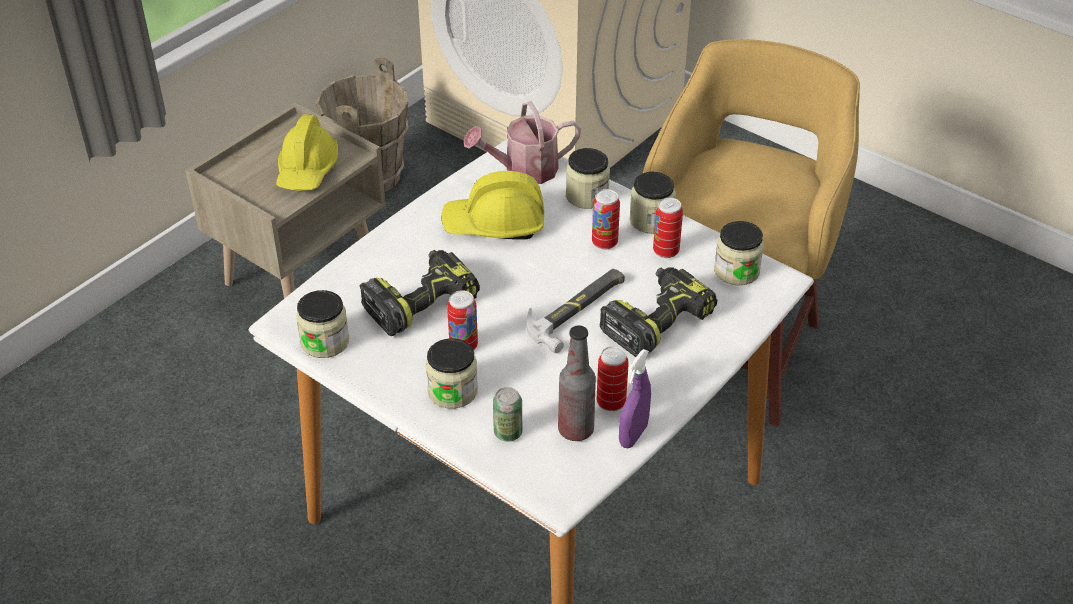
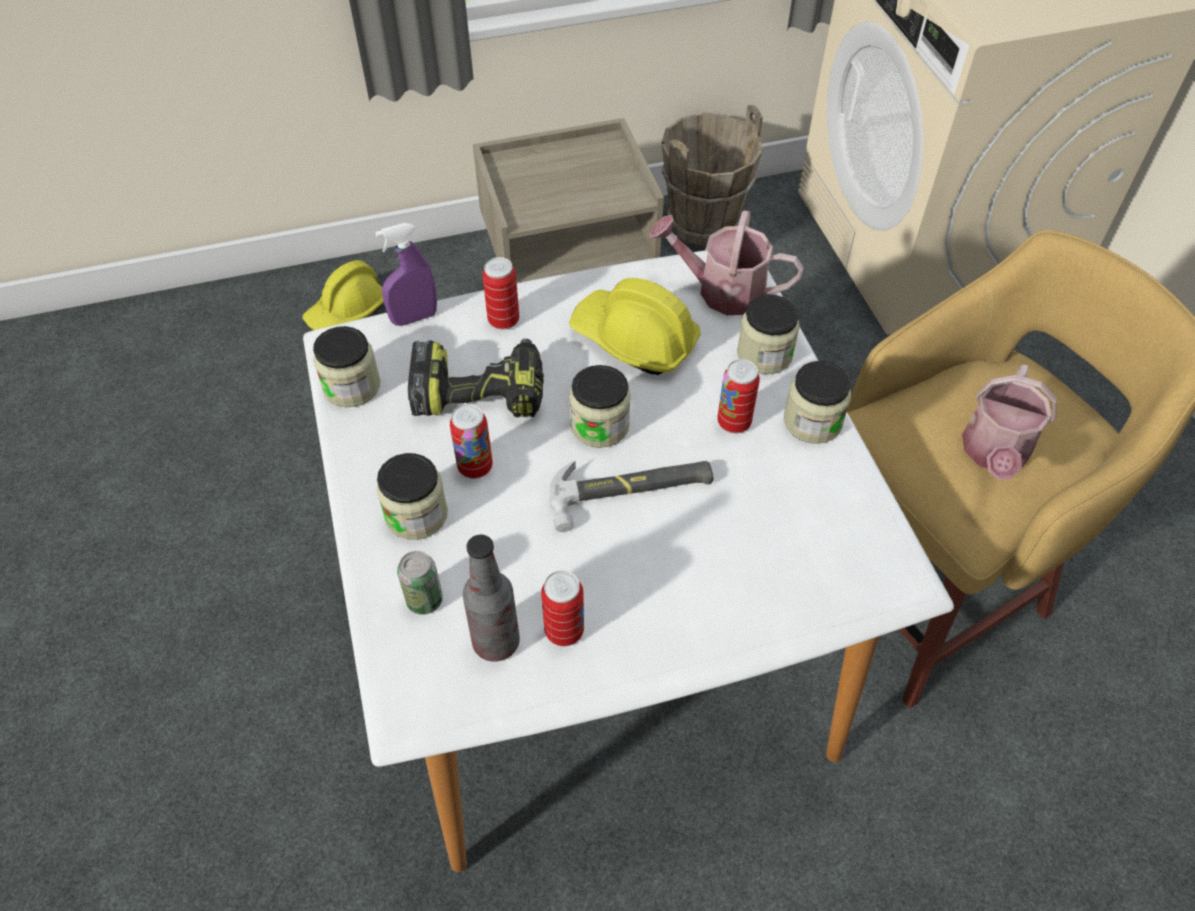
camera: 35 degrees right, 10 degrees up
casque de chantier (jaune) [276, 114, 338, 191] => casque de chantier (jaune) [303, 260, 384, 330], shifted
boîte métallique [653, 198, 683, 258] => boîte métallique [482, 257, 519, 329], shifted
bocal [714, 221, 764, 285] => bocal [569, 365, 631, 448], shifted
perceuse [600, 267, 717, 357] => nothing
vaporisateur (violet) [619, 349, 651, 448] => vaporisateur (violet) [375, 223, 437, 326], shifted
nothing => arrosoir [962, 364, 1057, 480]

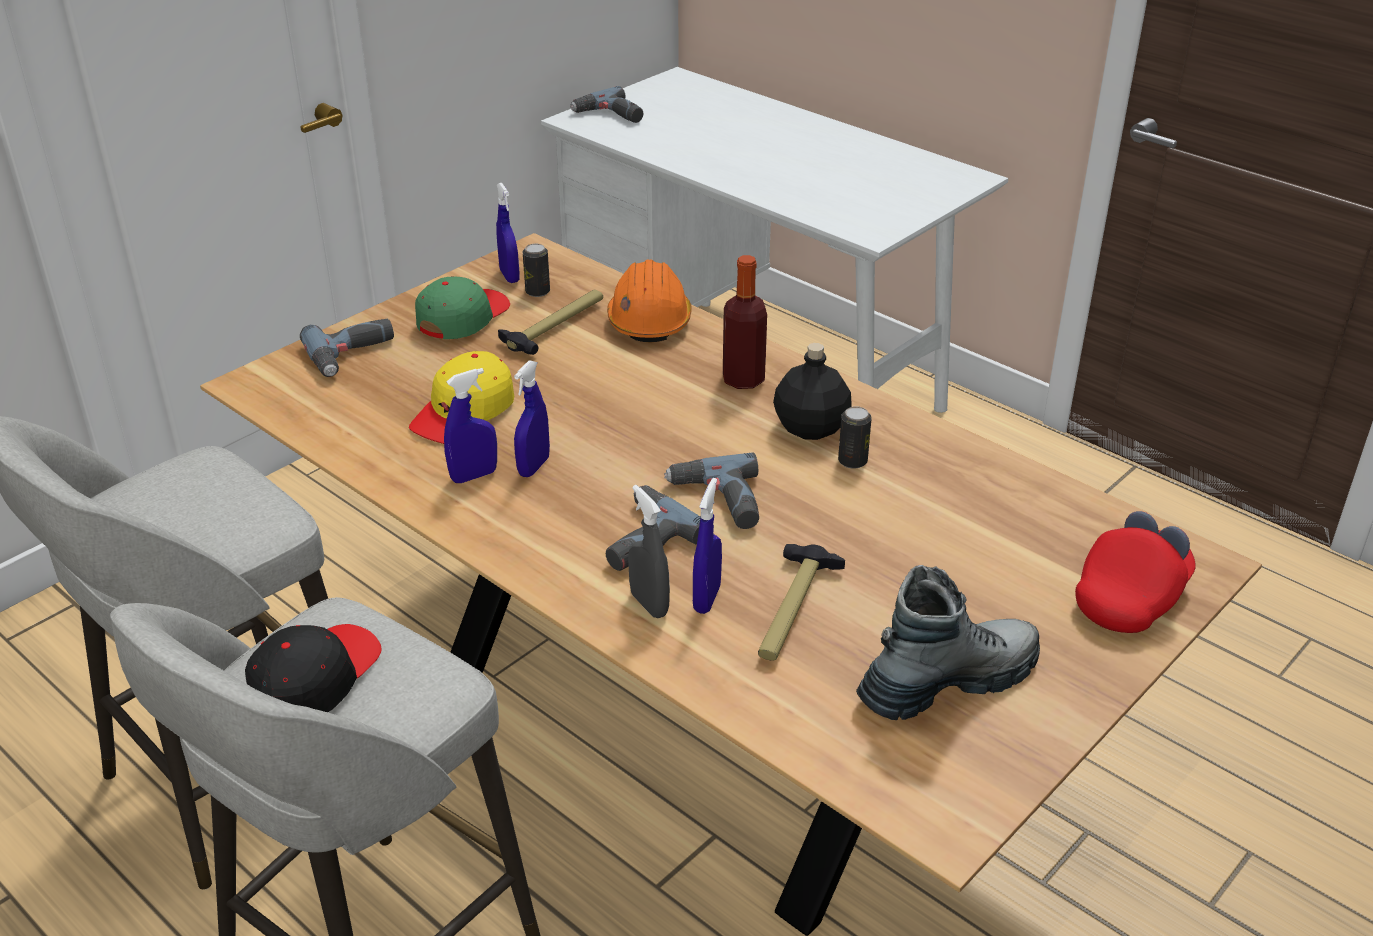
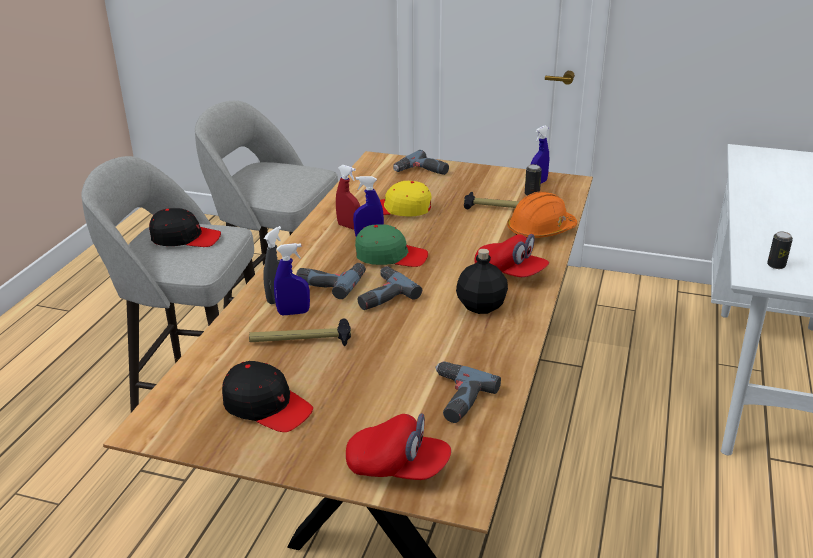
camera: 65 degrees right, 5 degrees down
perceuse [570, 86, 643, 123] => perceuse [435, 361, 501, 423], shifted
bouteille [723, 255, 767, 389] => casquette (rouge) [474, 234, 549, 277]
casquette (vert) [415, 276, 510, 339] => casquette (vert) [355, 224, 428, 267], shifted
vaporisateur (bleu) [444, 368, 497, 483] => vaporisateur (rouge) [336, 165, 360, 229]
boîte métallique [838, 406, 872, 469] => boîte métallique [767, 231, 793, 269], shifted
botte [856, 565, 1040, 720] => casquette (noir) [222, 361, 313, 432]

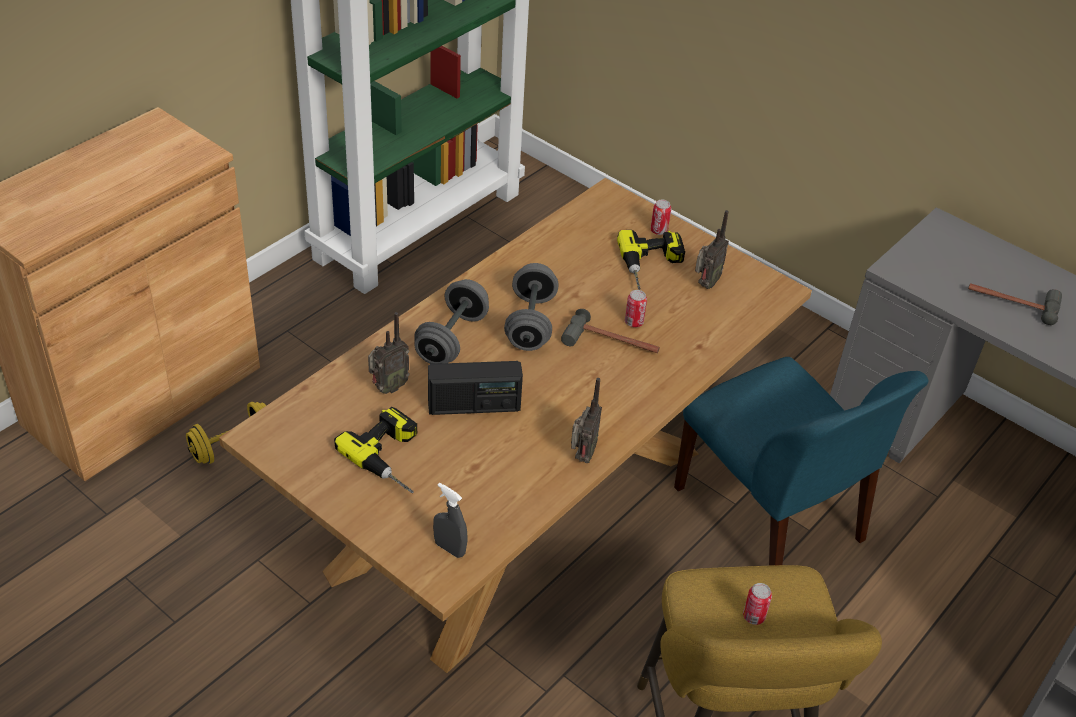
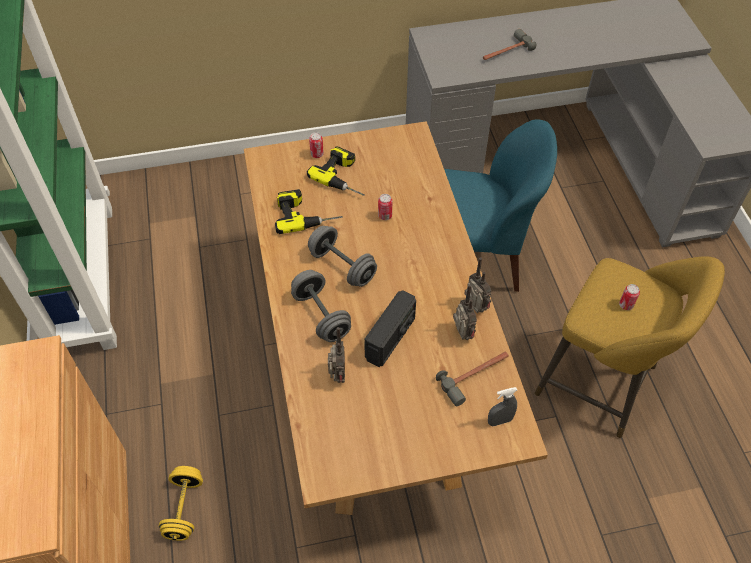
camera: 50 degrees left, 10 degrees up
radio [695, 210, 729, 289] => radio [453, 284, 477, 340], shifted
marteau [561, 309, 660, 353] => marteau [436, 352, 509, 406], shifted
perceuse [334, 407, 417, 493] => perceuse [275, 189, 343, 234], shifted

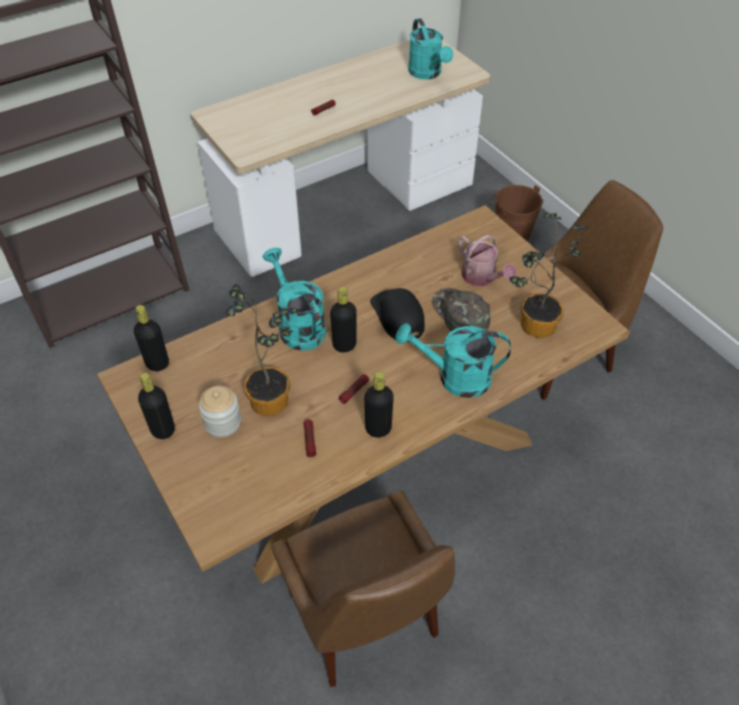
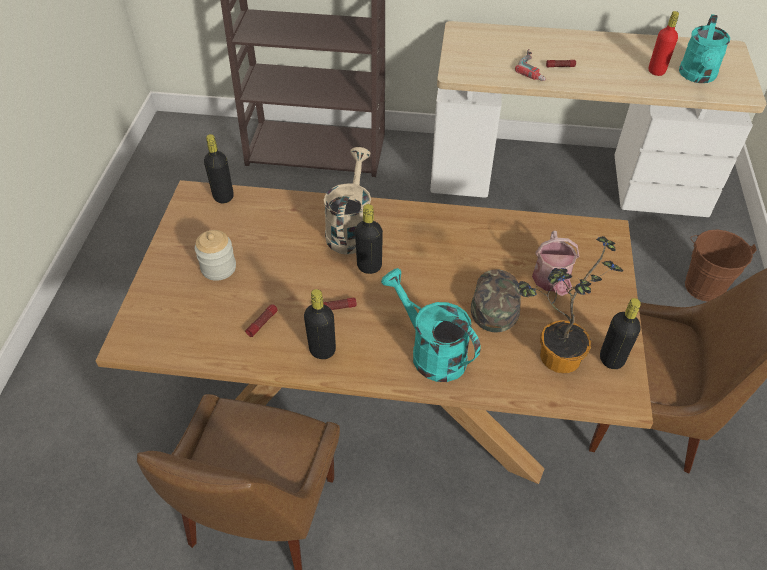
camera: 40 degrees right, 0 degrees up
arrosoir (turquoise) [263, 248, 326, 351] => arrosoir (beige) [324, 147, 371, 255]
plante en pot [225, 284, 300, 416] => nothing
casquette (noir) [370, 288, 425, 342] => nothing
bouteille (noir) [138, 373, 175, 439] => bouteille (noir) [600, 298, 641, 369], shifted
nothing => bouteille (rouge) [649, 11, 679, 76]
nothing => perceuse [515, 49, 546, 81]

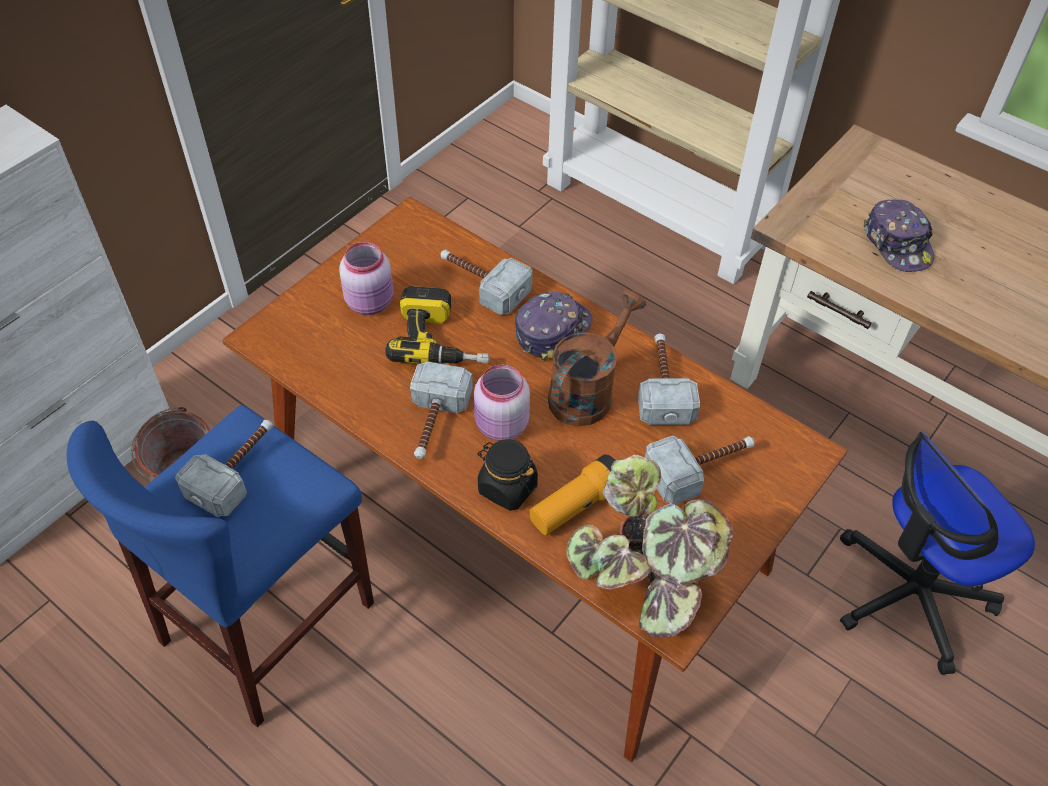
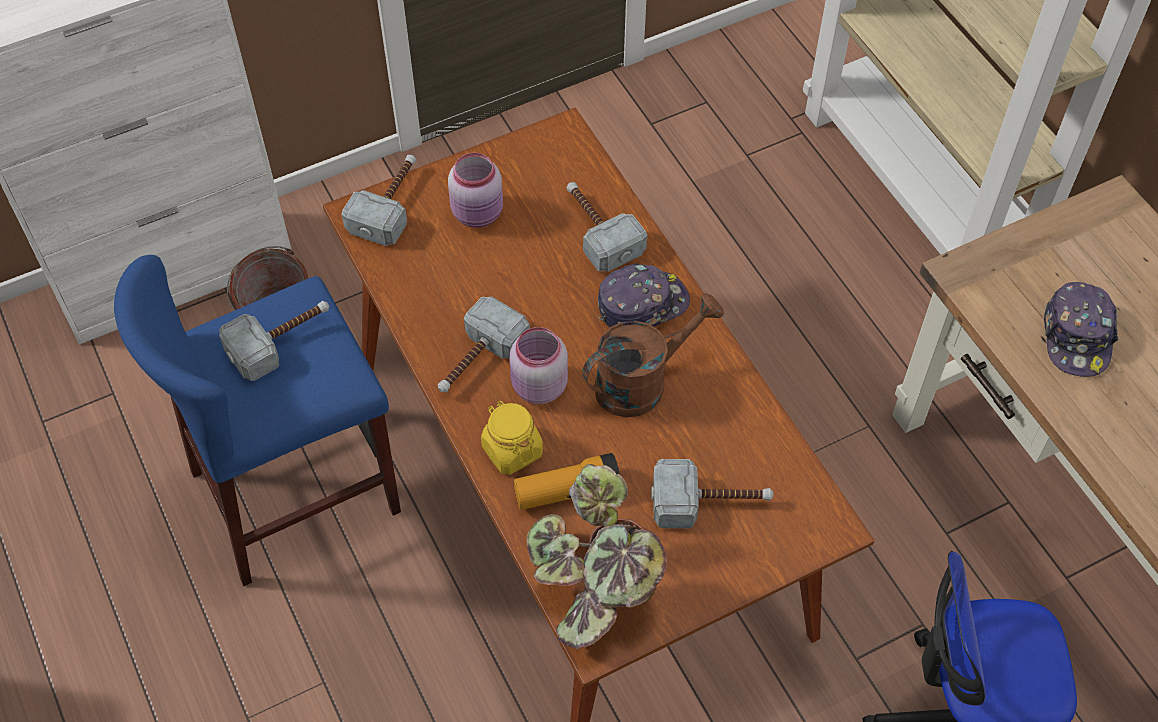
camera: 25 degrees right, 5 degrees up
perceuse [385, 286, 489, 364] => nothing
marteau [638, 334, 700, 425] => marteau [342, 155, 416, 246], shifted
bocal (noir) [477, 439, 538, 511] => bocal (jaune) [481, 401, 543, 475]

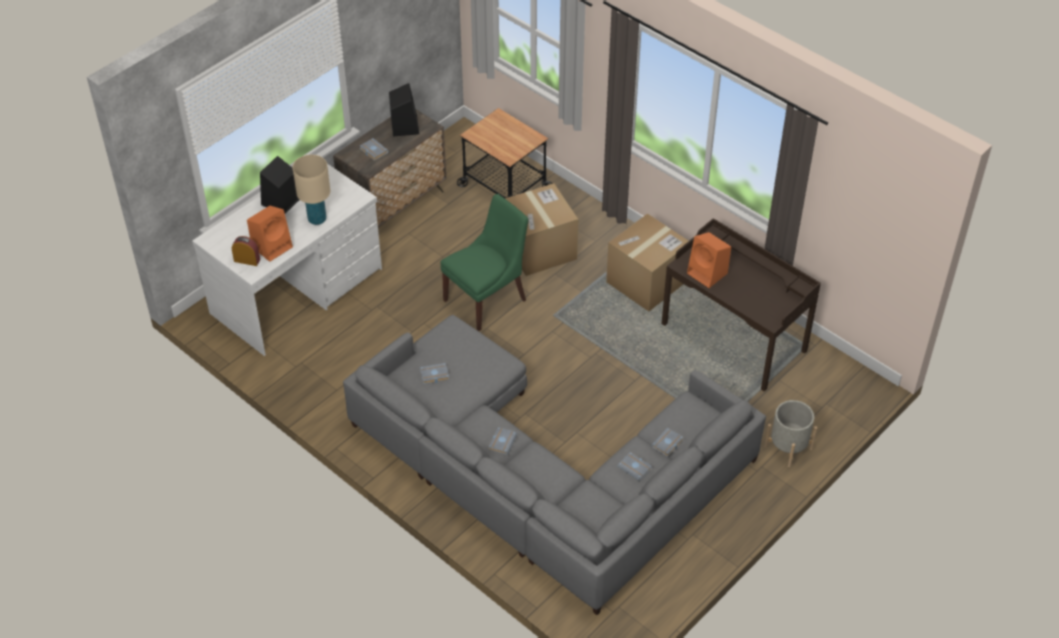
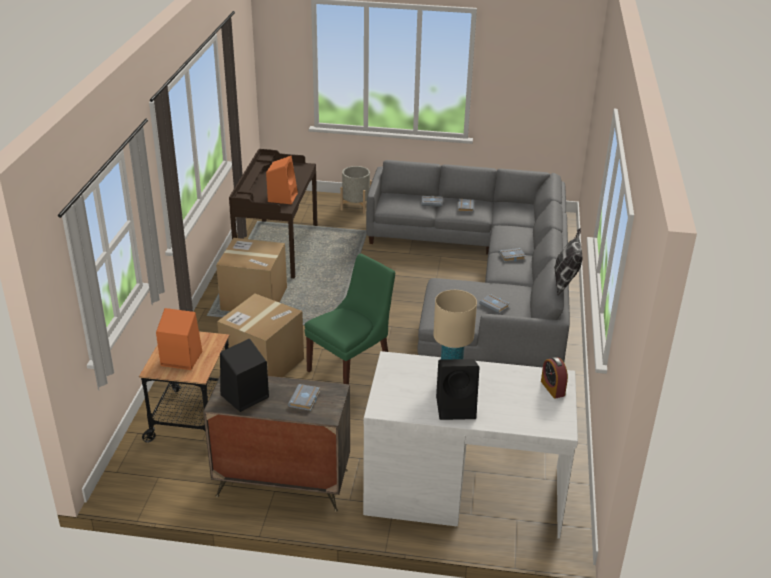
camera: 125 degrees left, 15 degrees down
chaise (vert) [440, 194, 528, 331] => chaise (vert) [305, 254, 395, 384], 120 degrees clockwise
enceinte (orange) [247, 206, 293, 262] => enceinte (orange) [156, 308, 202, 370], shifted
nothing => coussin [554, 228, 583, 295]

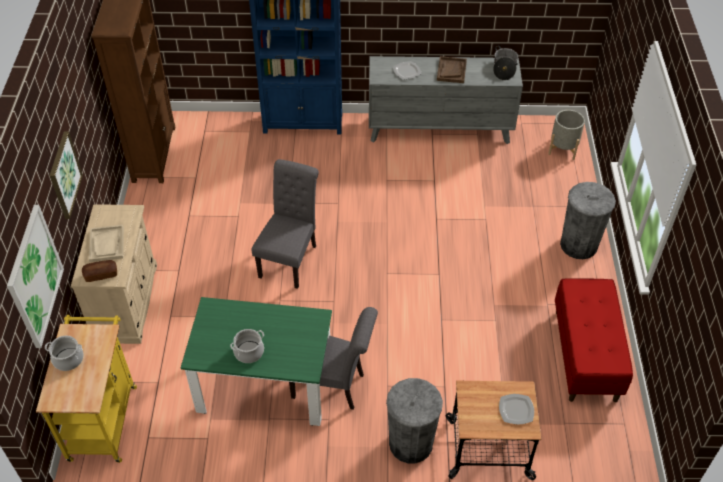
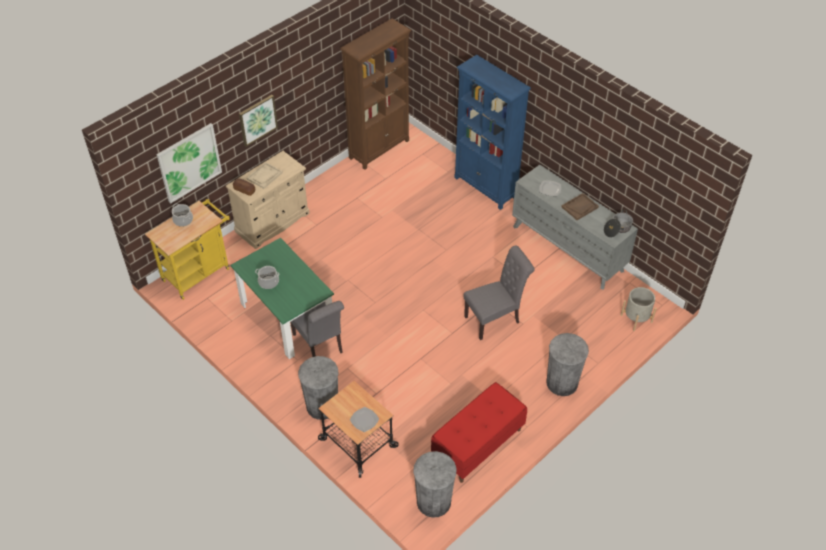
camera: 45 degrees right, 0 degrees up
chaise (gris) [252, 159, 319, 289] => chaise (gris) [464, 246, 535, 340], shifted
nothing => poubelle (gris) [413, 451, 457, 518]

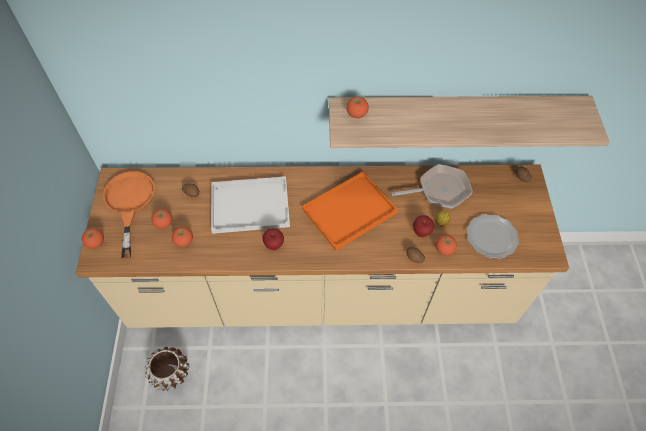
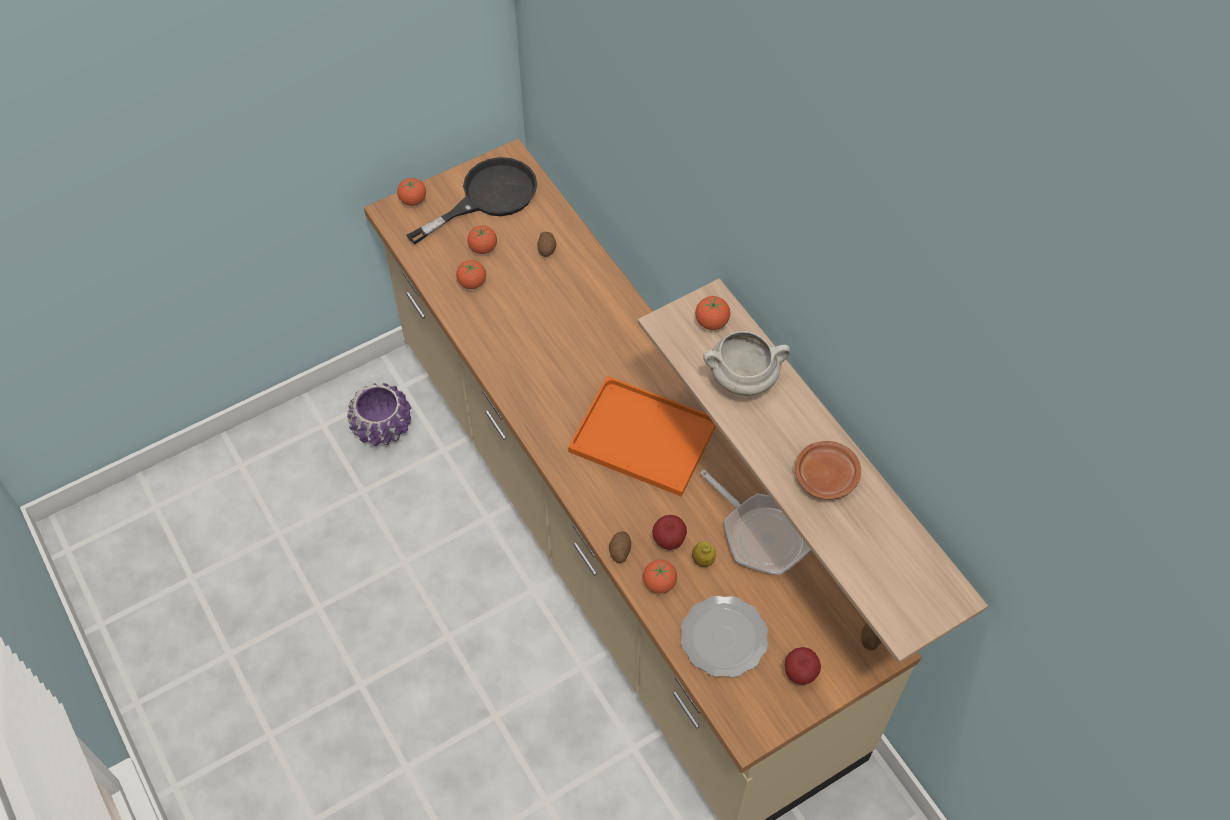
camera: 60 degrees right, 0 degrees up
poêle (orange) [103, 171, 155, 259] => poêle (noir) [406, 157, 537, 244]
plateau (blanc) [211, 176, 290, 234] => nothing
pomme [262, 228, 284, 250] => pomme [785, 647, 821, 685], shifted
cache-pot (marron) [144, 347, 189, 391] => cache-pot (violet) [347, 383, 411, 446]
nothing => marmite (blanc) [703, 331, 790, 396]
nothing => assiette (marron) [795, 441, 861, 500]

